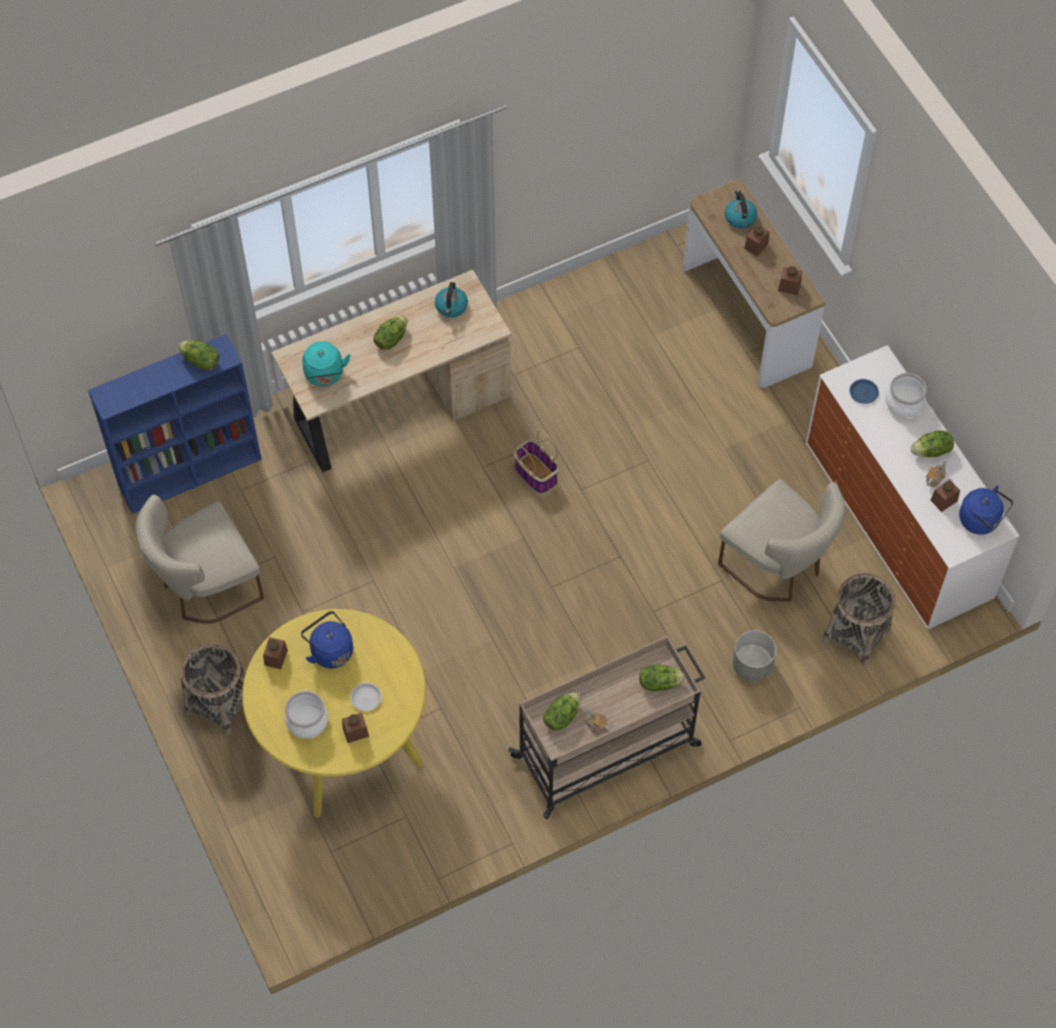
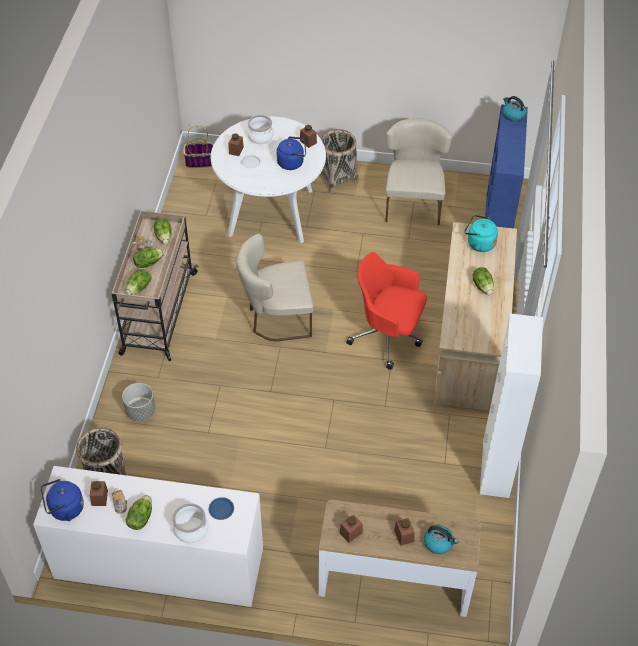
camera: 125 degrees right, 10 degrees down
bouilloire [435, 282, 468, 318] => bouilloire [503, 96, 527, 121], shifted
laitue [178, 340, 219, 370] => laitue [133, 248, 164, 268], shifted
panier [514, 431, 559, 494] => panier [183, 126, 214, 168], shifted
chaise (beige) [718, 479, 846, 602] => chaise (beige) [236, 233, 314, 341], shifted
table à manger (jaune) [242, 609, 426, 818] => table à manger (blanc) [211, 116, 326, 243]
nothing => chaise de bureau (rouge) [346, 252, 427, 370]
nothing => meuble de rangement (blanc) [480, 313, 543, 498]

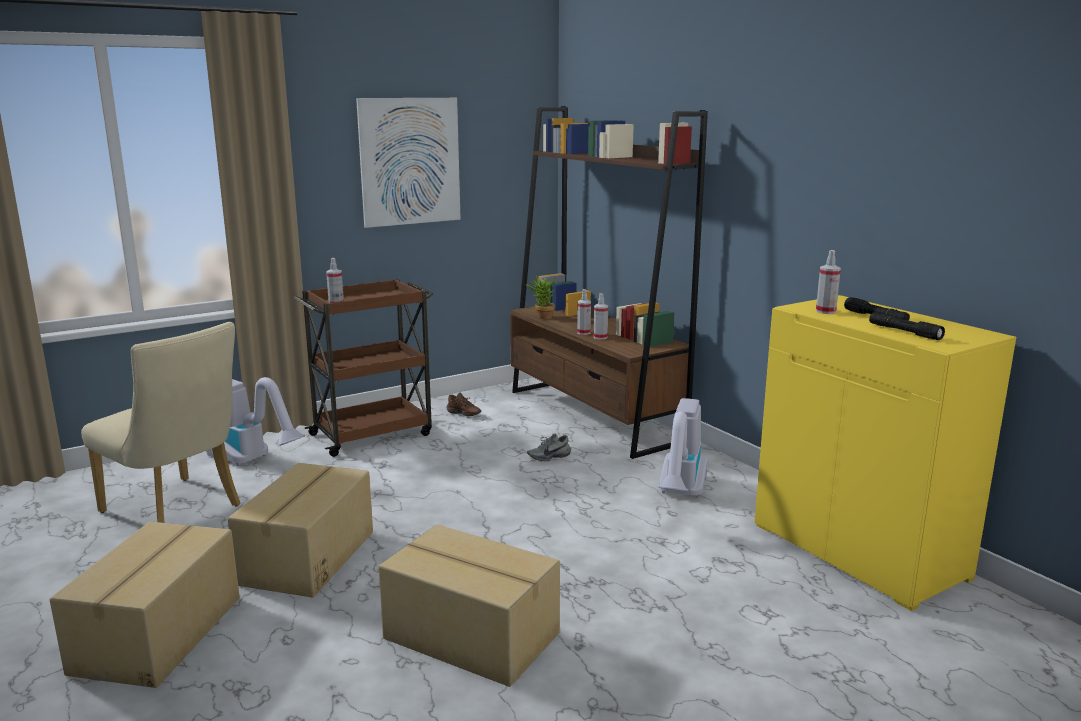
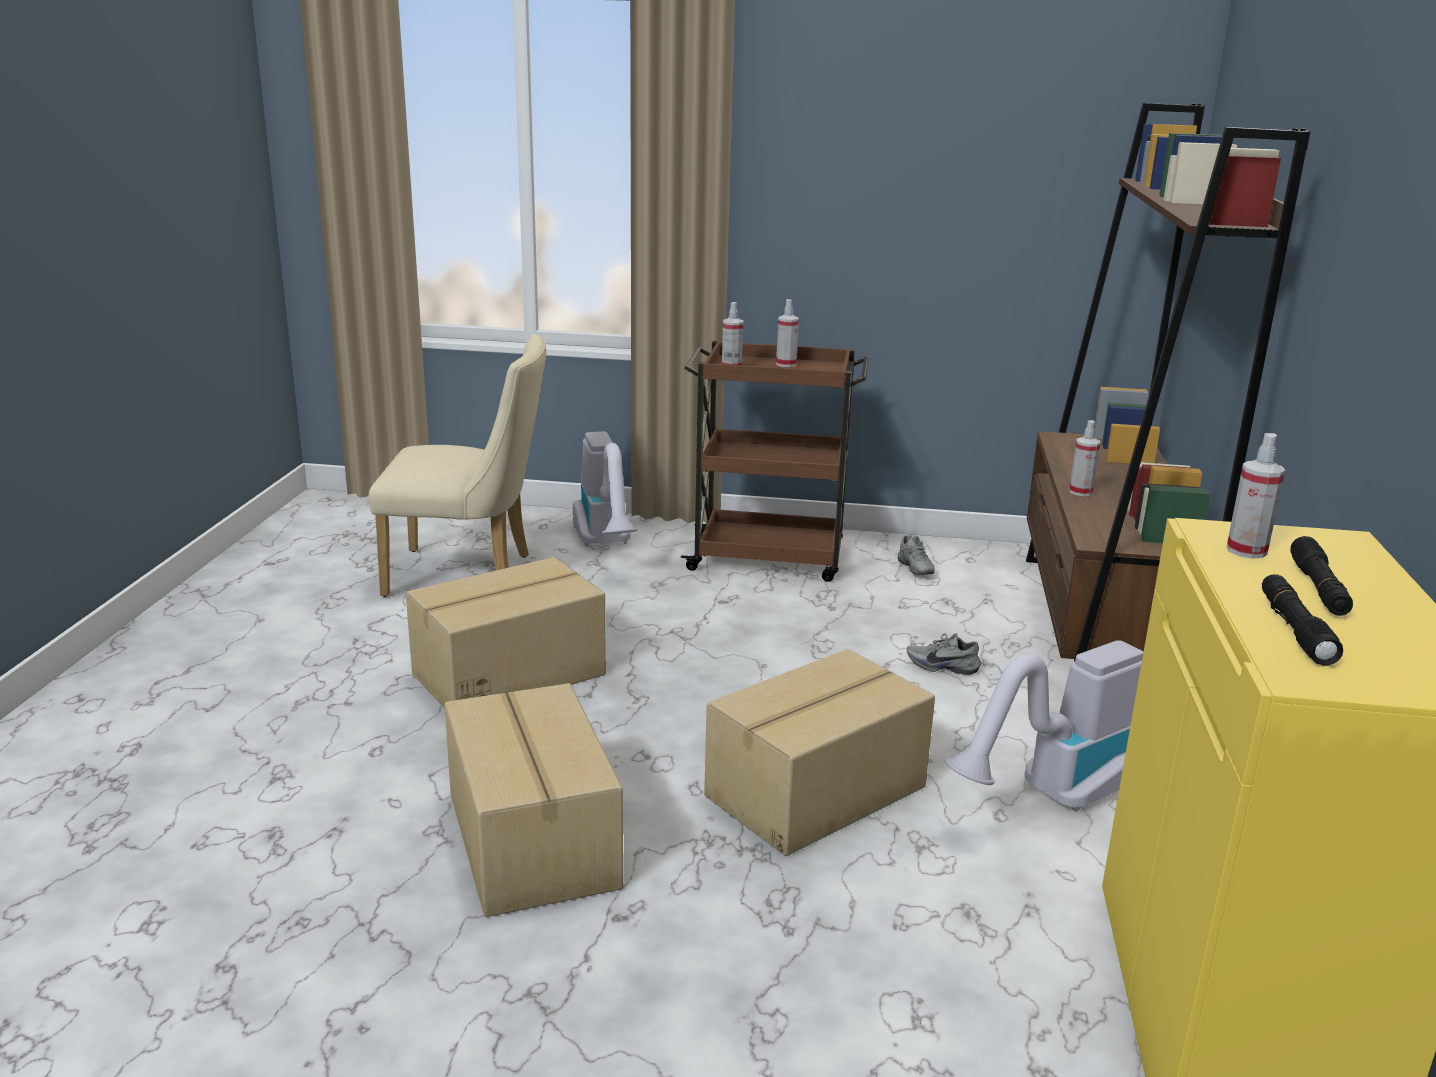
camera: 40 degrees right, 5 degrees up
tableau [356, 98, 461, 228] => nothing
plante en pot [526, 275, 556, 319] => nothing
vaporisateur [594, 293, 608, 340] => vaporisateur [776, 299, 799, 367], shifted
chaise (beige) [81, 322, 240, 523] => chaise (beige) [369, 334, 546, 597], 75 degrees counterclockwise
chaussure (marron) [446, 393, 481, 416] => chaussure (gris) [898, 535, 934, 575]
carton [50, 521, 240, 688] => carton [704, 649, 935, 856], shifted

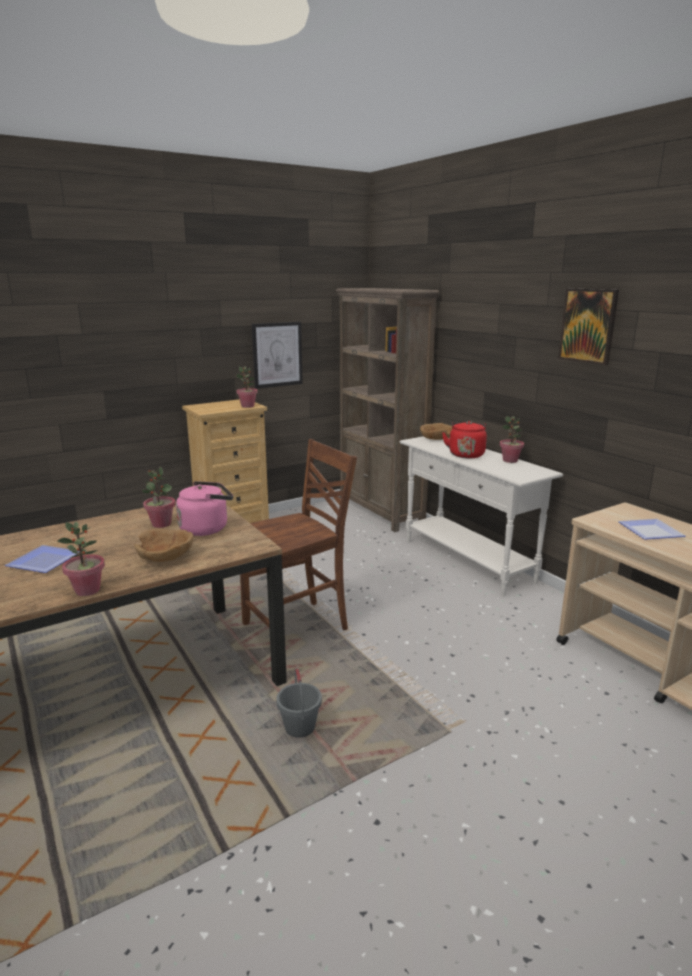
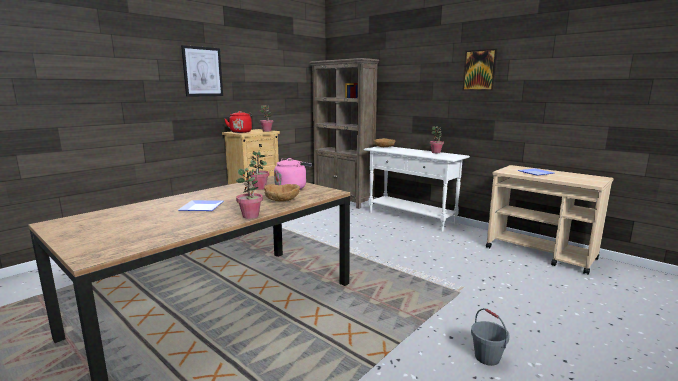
camera: 15 degrees left, 5 degrees down
tableau [252, 322, 303, 389] => tableau [181, 45, 223, 97], shifted
bouilloire (rouge) [442, 421, 487, 458] => bouilloire (rouge) [225, 111, 252, 133], shifted
chaise (marron) [240, 439, 357, 630] => nothing
seau (gris) [277, 668, 322, 738] => seau (gris) [471, 308, 510, 366], shifted

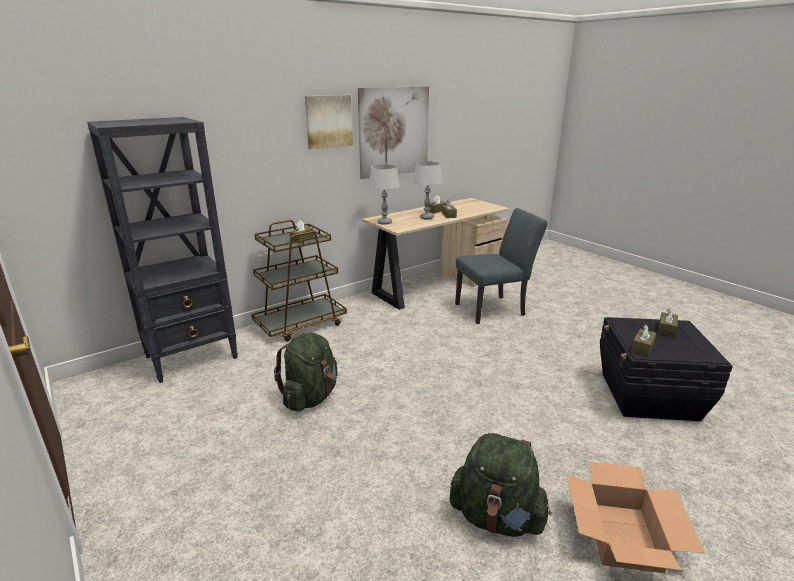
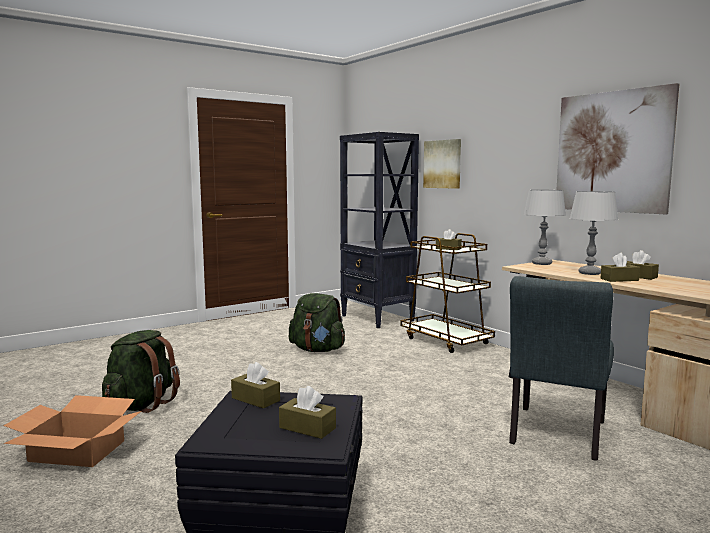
camera: 90 degrees right, 15 degrees down
tableau [305, 95, 353, 149] => tableau [423, 139, 461, 189], shifted
chaise (gris) [455, 208, 548, 324] => chaise (gris) [509, 276, 614, 461], 45 degrees clockwise

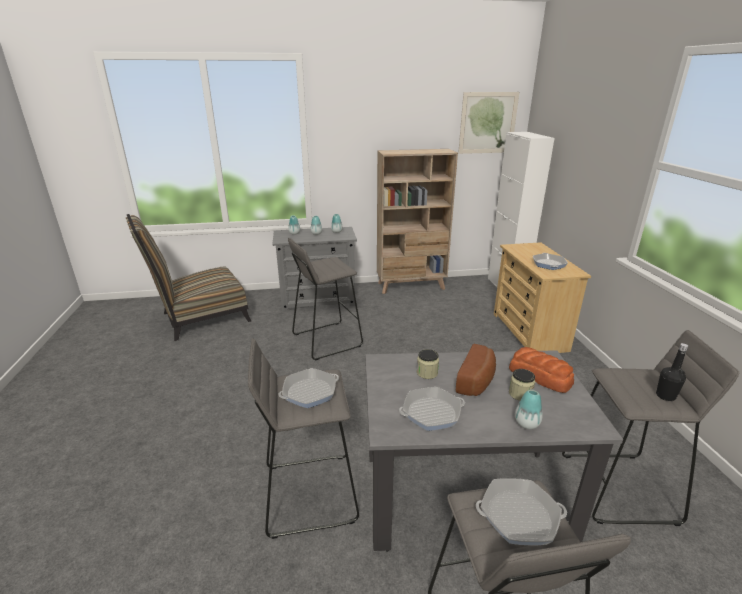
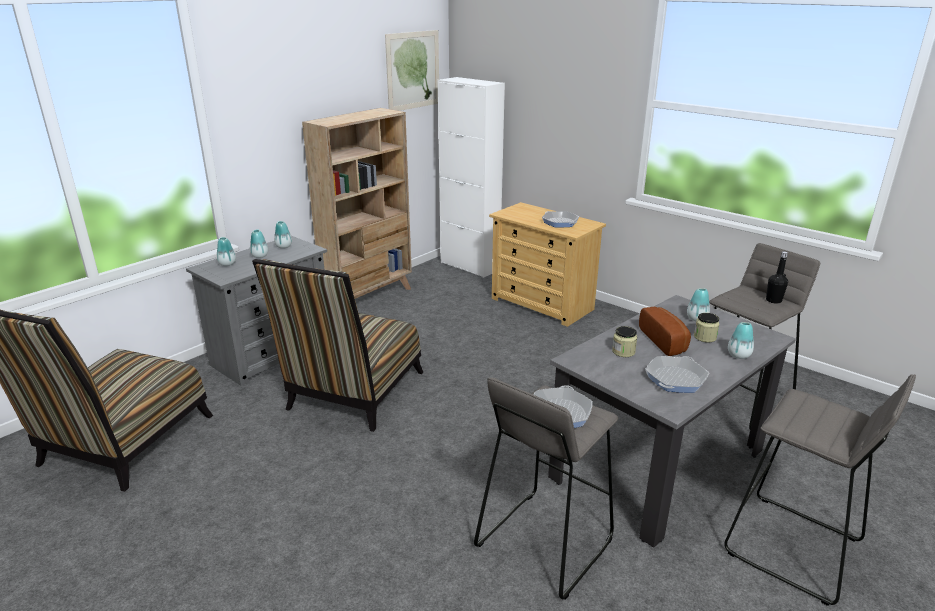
camera: 40 degrees left, 0 degrees up
tabouret (gris) [288, 238, 363, 360] => chaise [252, 259, 423, 432]
pain [509, 347, 574, 393] => vase [687, 288, 710, 321]
poêle [476, 478, 567, 545] => nothing

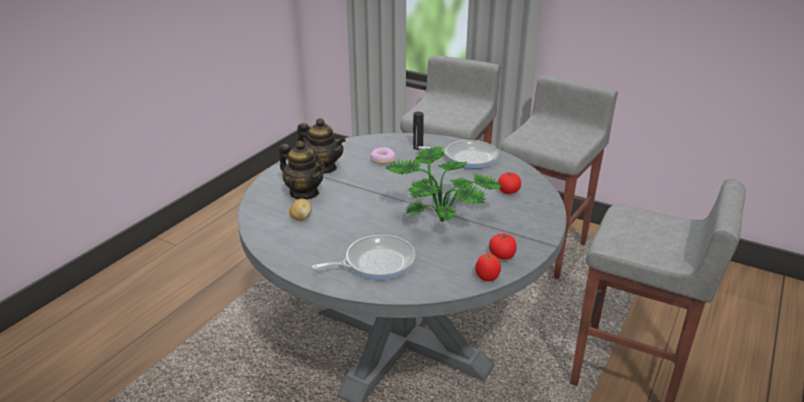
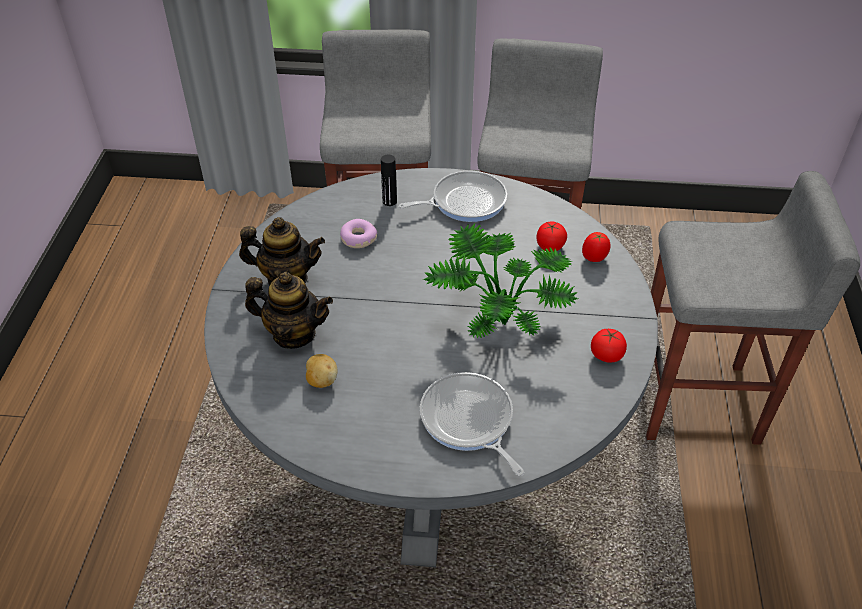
camera: 25 degrees left, 15 degrees up
poêle [312, 235, 415, 280] => poêle [420, 372, 524, 476], 75 degrees counterclockwise
tomate [475, 254, 501, 281] => tomate [582, 232, 611, 262], shifted

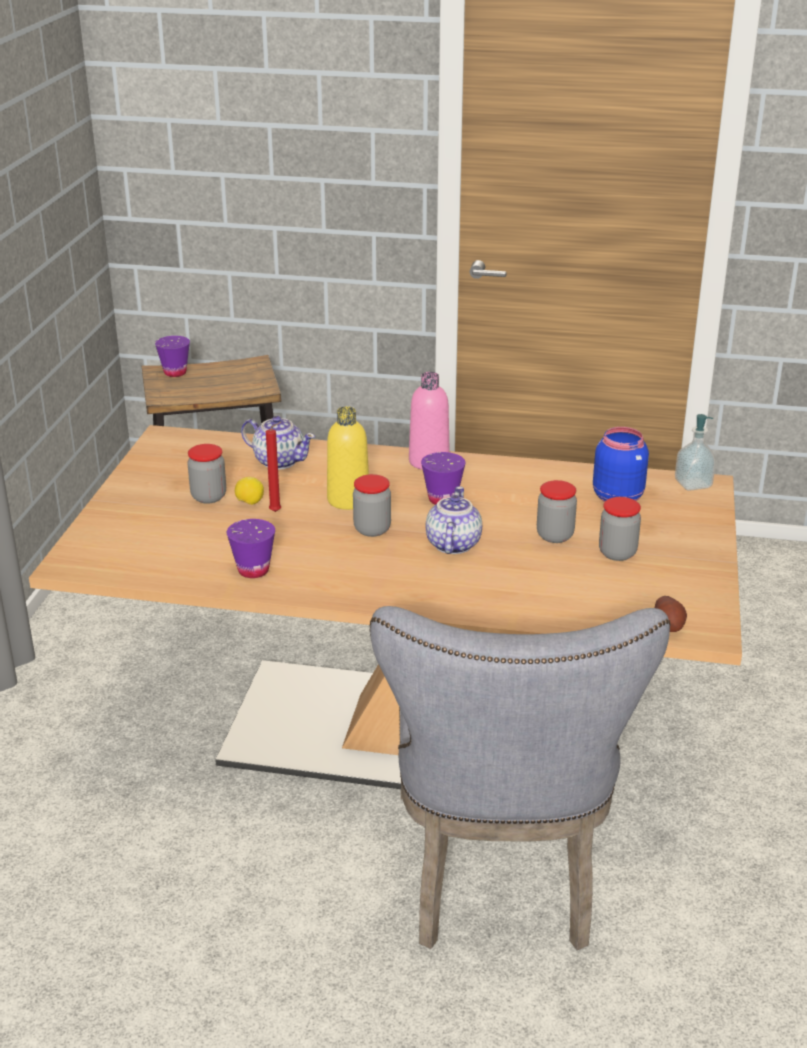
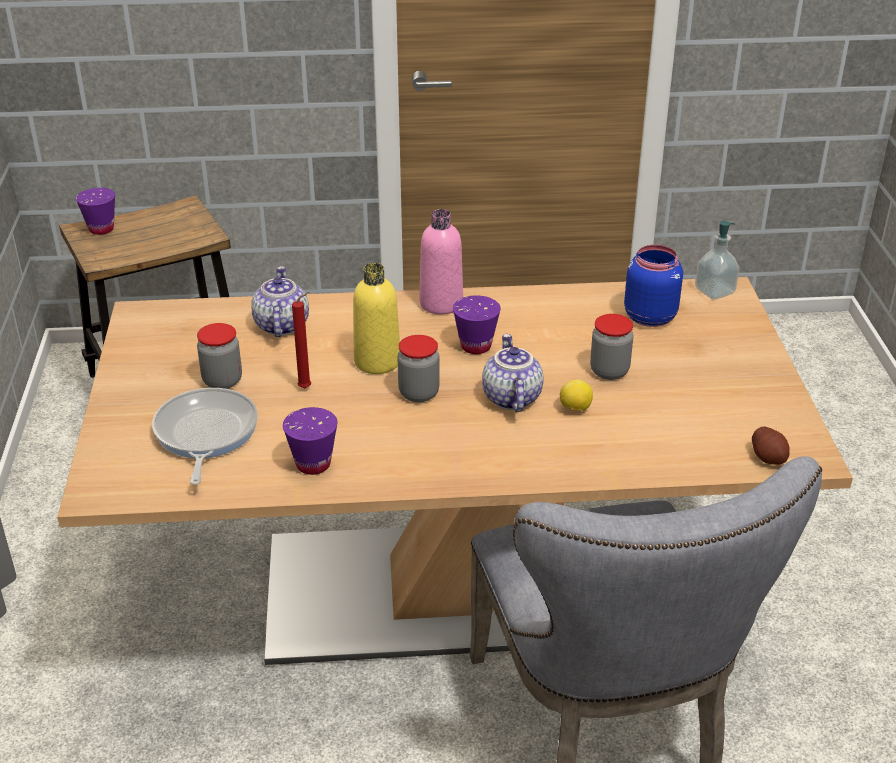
camera: 15 degrees left, 5 degrees up
théière [241, 416, 315, 470] => théière [251, 266, 309, 337], 105 degrees counterclockwise
citron [235, 477, 264, 505] => citron [560, 380, 593, 411], shifted
bocal [599, 497, 641, 561] => nothing
nothing => poêle [152, 388, 258, 485]

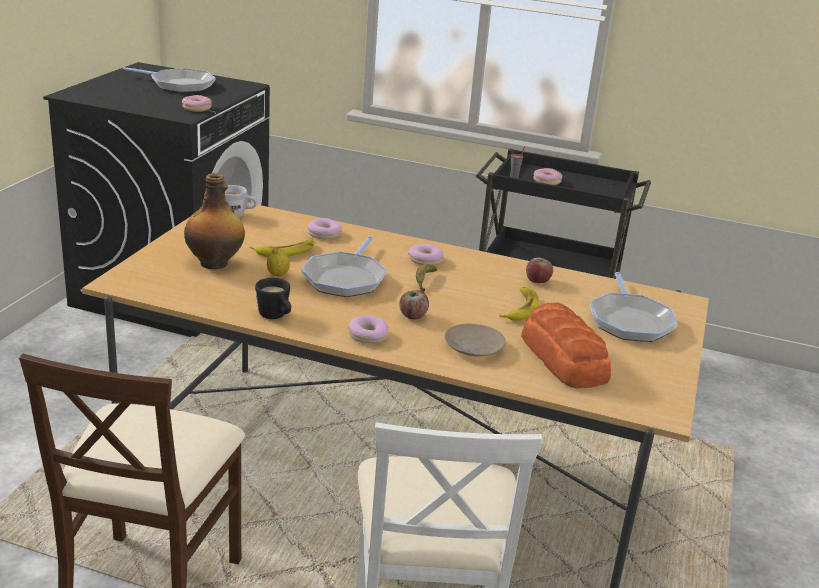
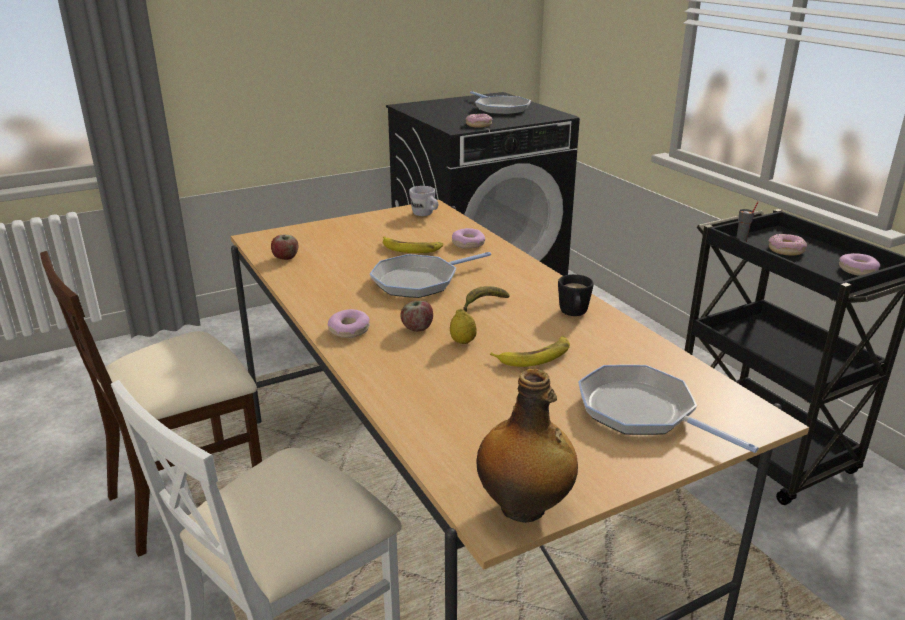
camera: 45 degrees right, 0 degrees up
bouteille [184, 173, 245, 269] => bouteille [477, 369, 578, 523], shifted
beignet [408, 244, 444, 265] => beignet [839, 253, 880, 276], shifted
citron [267, 247, 290, 276] => citron [450, 309, 477, 344], shifted
pomme [526, 258, 553, 283] => pomme [271, 235, 298, 260], shifted
poêle [590, 272, 678, 342] => poêle [578, 365, 759, 453], 90 degrees clockwise
mug (noir) [255, 278, 291, 319] => mug (noir) [558, 274, 594, 316], shifted
pain [521, 303, 611, 389] => nothing
assiette (beige) [445, 324, 506, 357] => nothing

